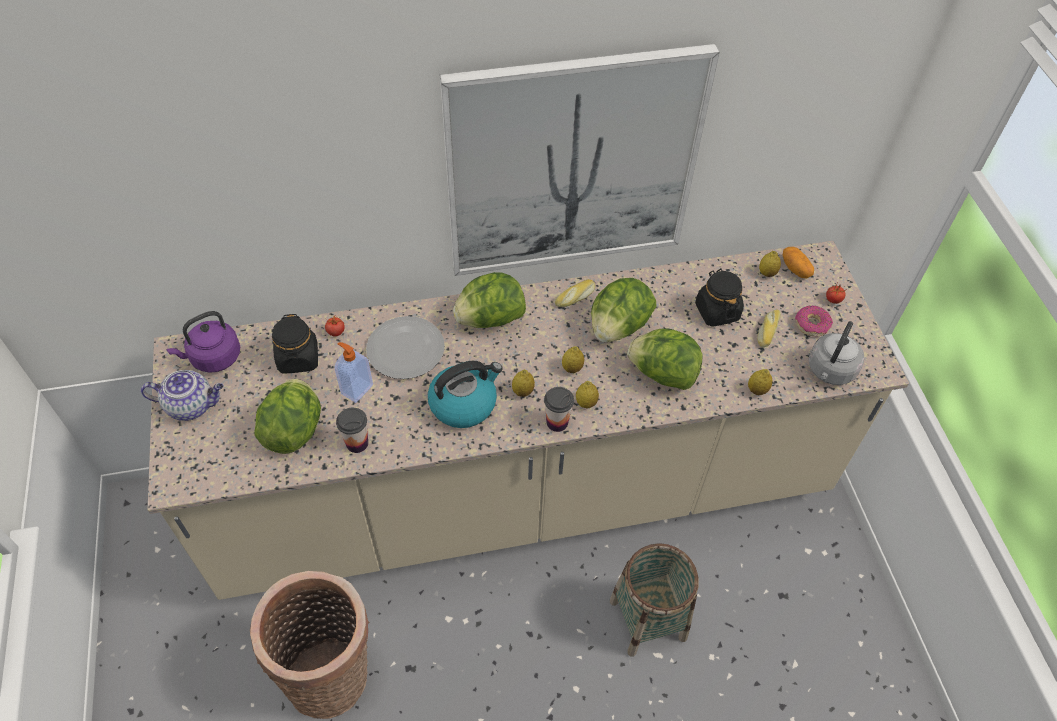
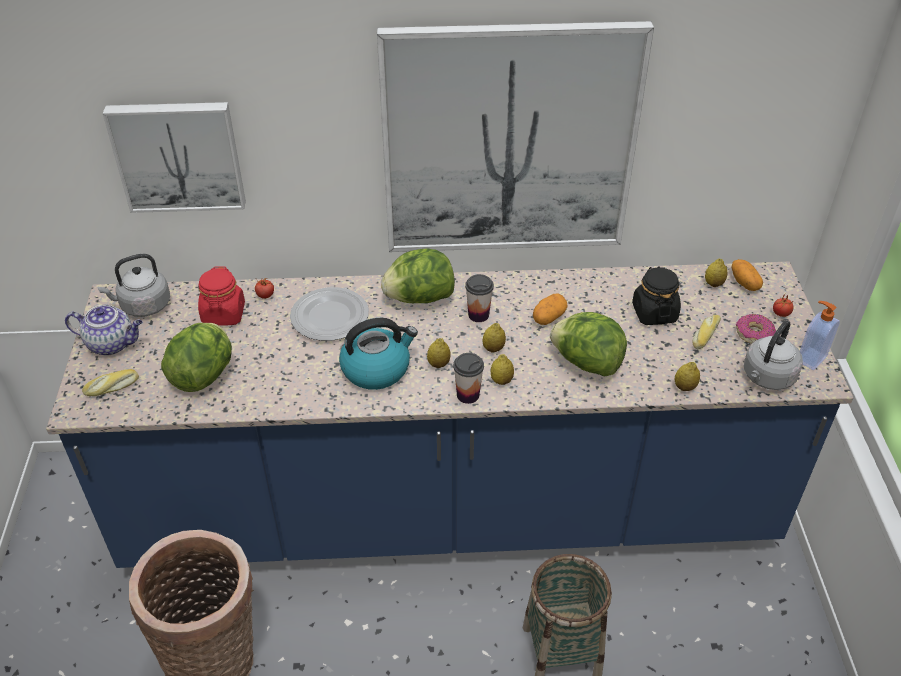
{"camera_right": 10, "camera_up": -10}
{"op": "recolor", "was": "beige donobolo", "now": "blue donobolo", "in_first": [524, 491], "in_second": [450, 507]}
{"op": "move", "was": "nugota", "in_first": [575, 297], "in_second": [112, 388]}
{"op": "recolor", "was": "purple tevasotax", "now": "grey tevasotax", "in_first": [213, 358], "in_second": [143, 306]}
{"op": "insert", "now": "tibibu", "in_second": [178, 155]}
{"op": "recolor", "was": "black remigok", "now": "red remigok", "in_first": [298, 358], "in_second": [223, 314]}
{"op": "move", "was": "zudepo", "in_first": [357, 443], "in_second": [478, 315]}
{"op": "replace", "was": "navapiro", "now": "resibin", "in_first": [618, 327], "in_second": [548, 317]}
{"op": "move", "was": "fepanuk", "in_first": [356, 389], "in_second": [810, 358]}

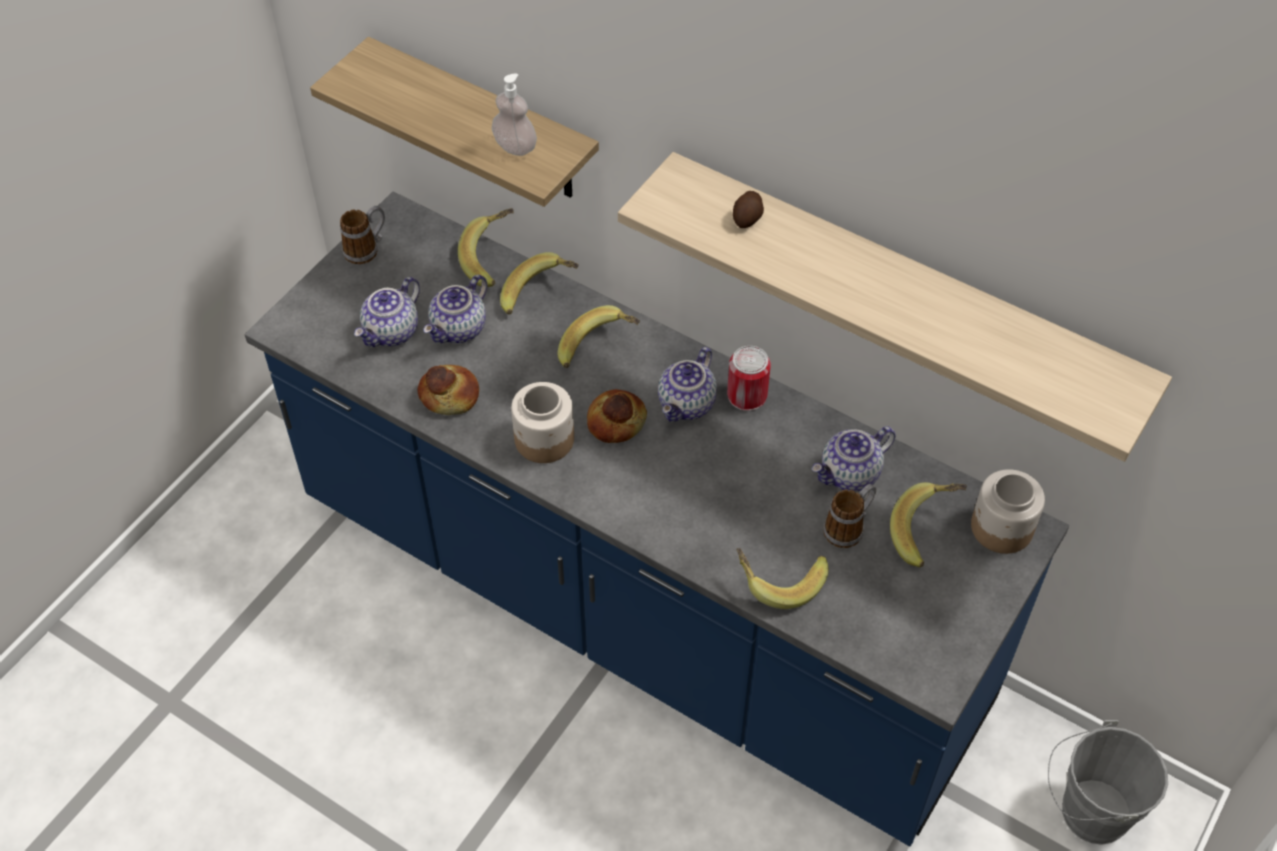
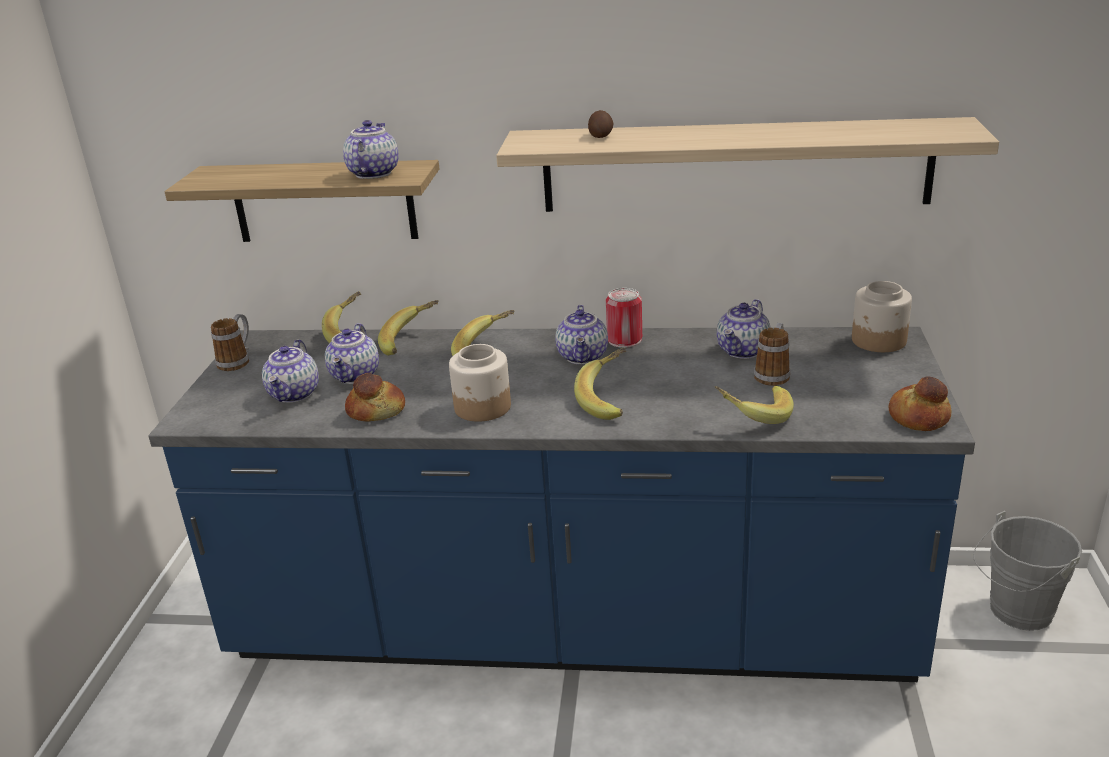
{"camera_right": -25, "camera_up": -25}
{"op": "replace", "was": "fepanuk", "now": "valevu", "in_first": [515, 146], "in_second": [372, 173]}
{"op": "move", "was": "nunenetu", "in_first": [927, 532], "in_second": [610, 400]}
{"op": "move", "was": "nugota", "in_first": [615, 421], "in_second": [917, 417]}

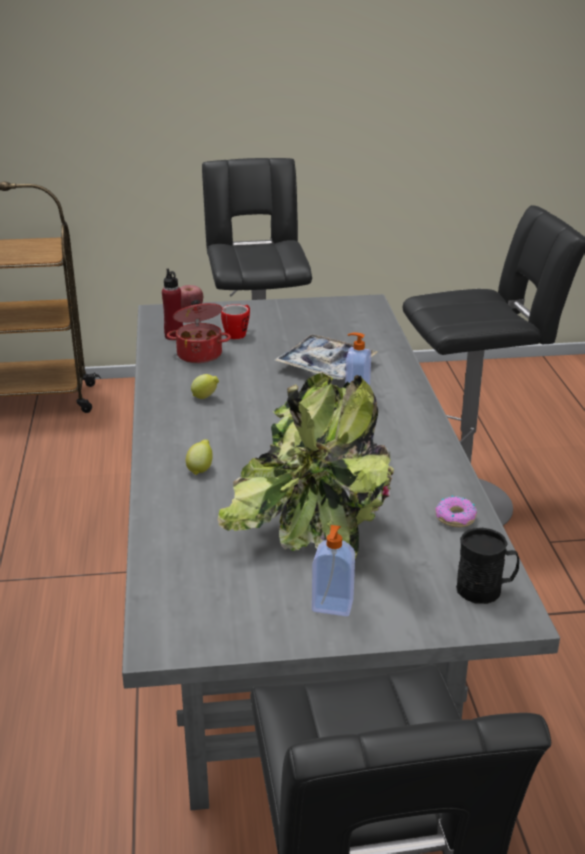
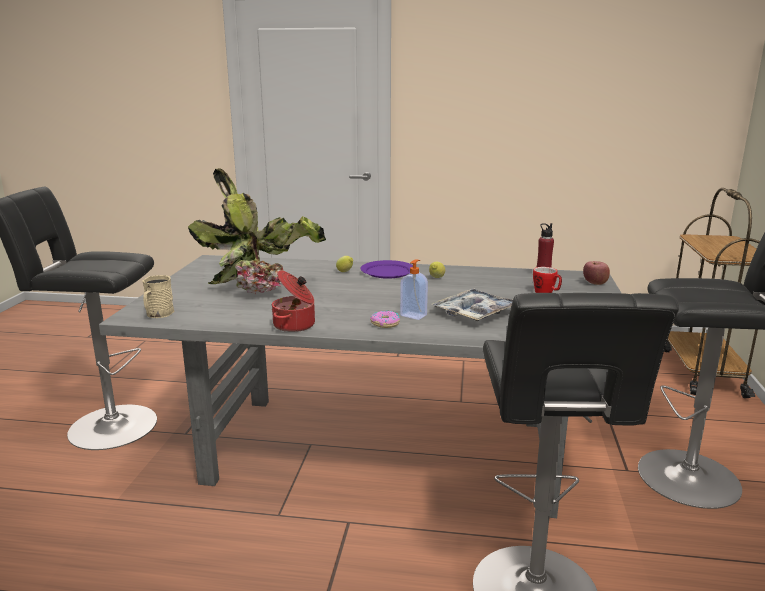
{"camera_right": 105, "camera_up": -10}
{"op": "recolor", "was": "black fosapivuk", "now": "beige fosapivuk", "in_first": [485, 589], "in_second": [158, 314]}
{"op": "move", "was": "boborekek", "in_first": [200, 354], "in_second": [295, 325]}
{"op": "insert", "now": "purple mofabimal", "in_second": [387, 272]}
{"op": "move", "was": "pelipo", "in_first": [456, 517], "in_second": [385, 323]}
{"op": "delete", "was": "fepanuk", "in_first": [332, 607]}

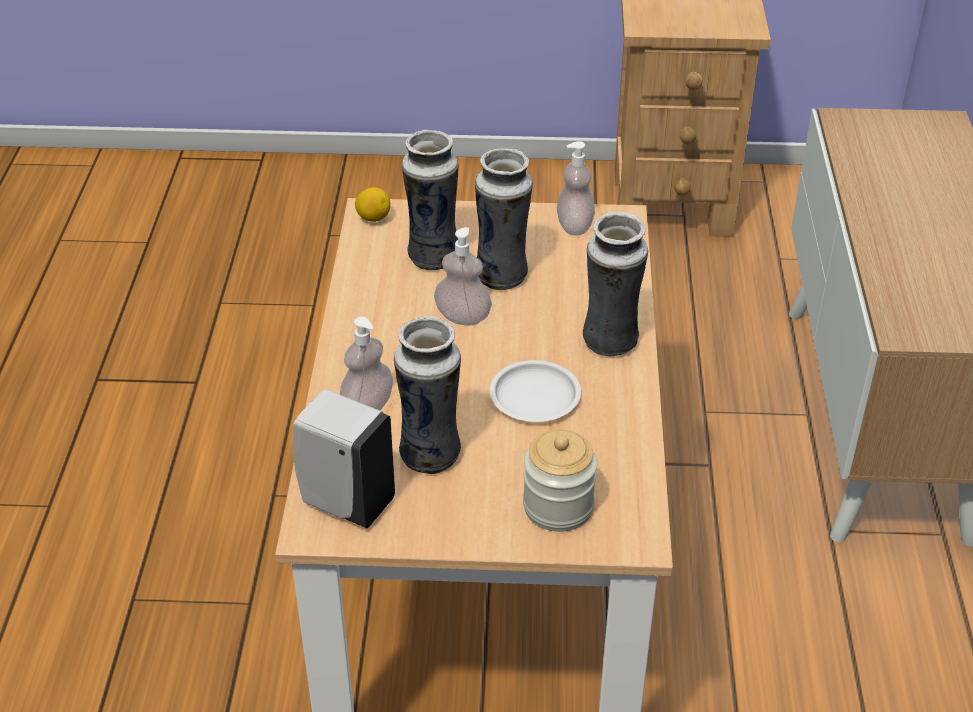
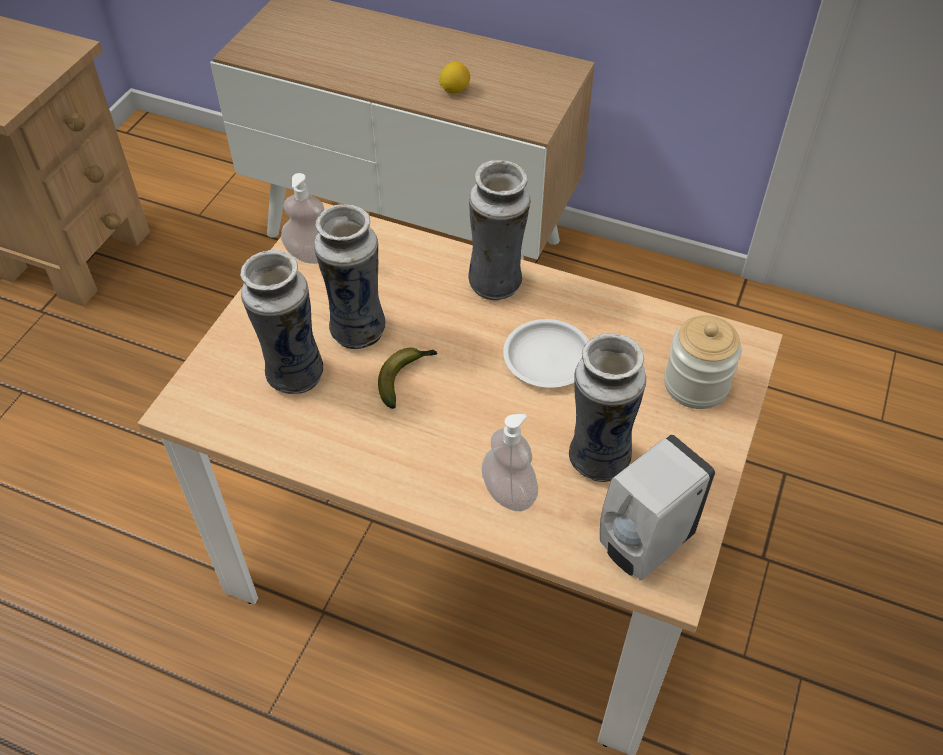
{"camera_right": -70, "camera_up": 10}
{"op": "replace", "was": "fepanuk", "now": "nunenetu", "in_first": [463, 317], "in_second": [406, 378]}
{"op": "move", "was": "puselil", "in_first": [373, 218], "in_second": [454, 90]}

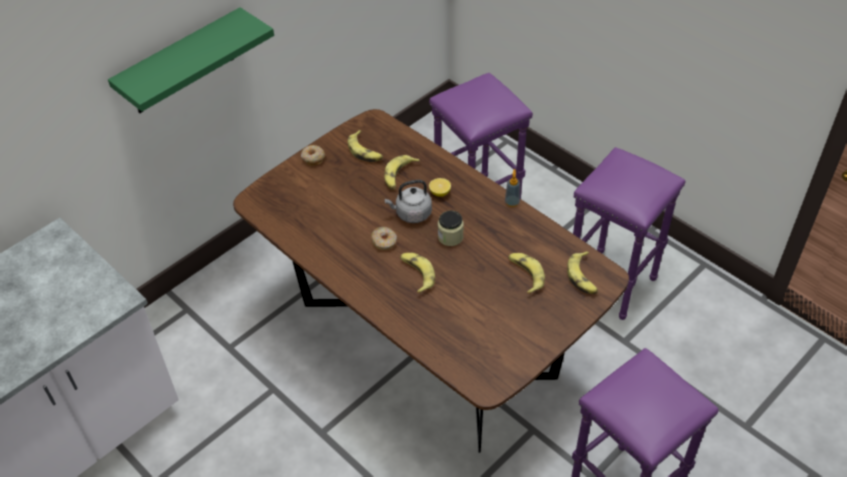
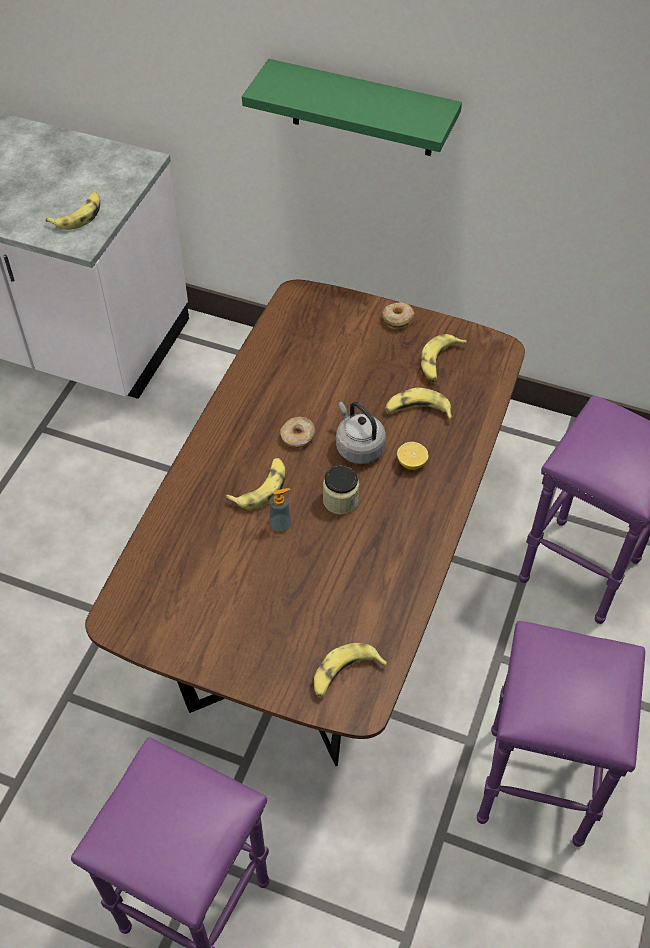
{"camera_right": 65, "camera_up": 5}
{"op": "move", "was": "nunenetu", "in_first": [525, 275], "in_second": [79, 216]}
{"op": "move", "was": "fepanuk", "in_first": [512, 202], "in_second": [280, 525]}

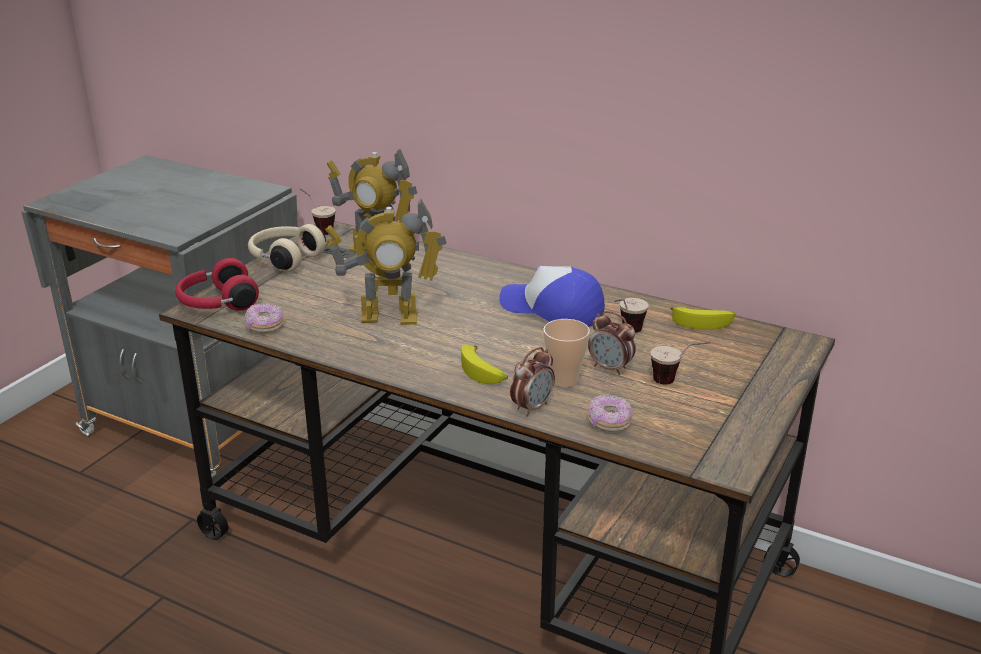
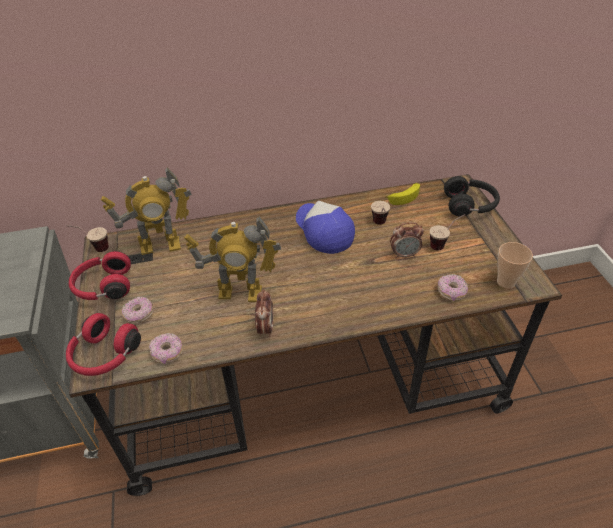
{"camera_right": -40, "camera_up": 15}
{"op": "recolor", "was": "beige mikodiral", "now": "red mikodiral", "in_first": [285, 259], "in_second": [103, 287]}
{"op": "insert", "now": "pelipo", "in_second": [139, 315]}
{"op": "rotate", "was": "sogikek", "in_first": [390, 317], "in_second": [240, 293], "clockwise": 45}
{"op": "move", "was": "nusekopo", "in_first": [532, 407], "in_second": [265, 328]}
{"op": "rotate", "was": "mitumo", "in_first": [552, 309], "in_second": [323, 231], "clockwise": 75}
{"op": "insert", "now": "black mikodiral", "in_second": [470, 205]}
{"op": "move", "was": "zudepo", "in_first": [564, 380], "in_second": [506, 282]}
{"op": "delete", "was": "nunenetu", "in_first": [483, 372]}

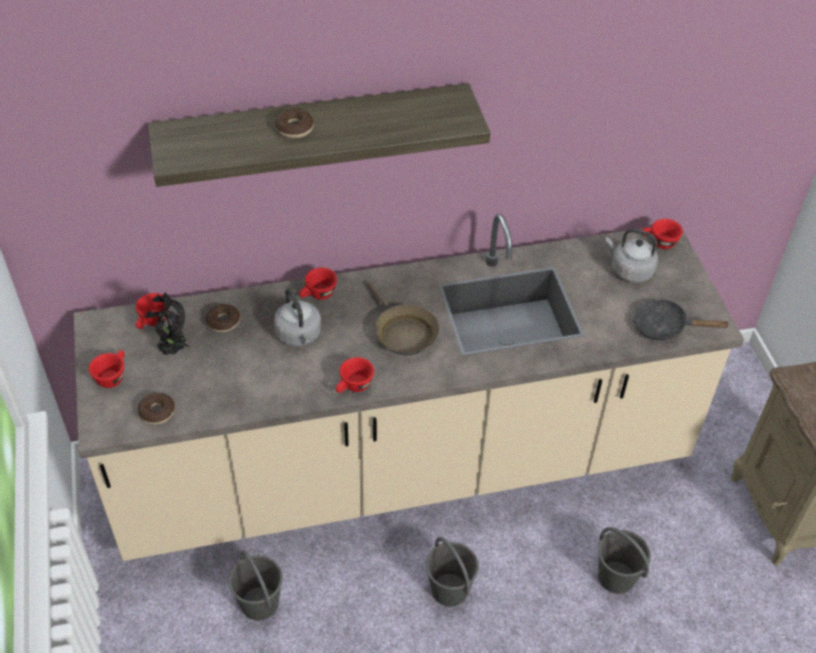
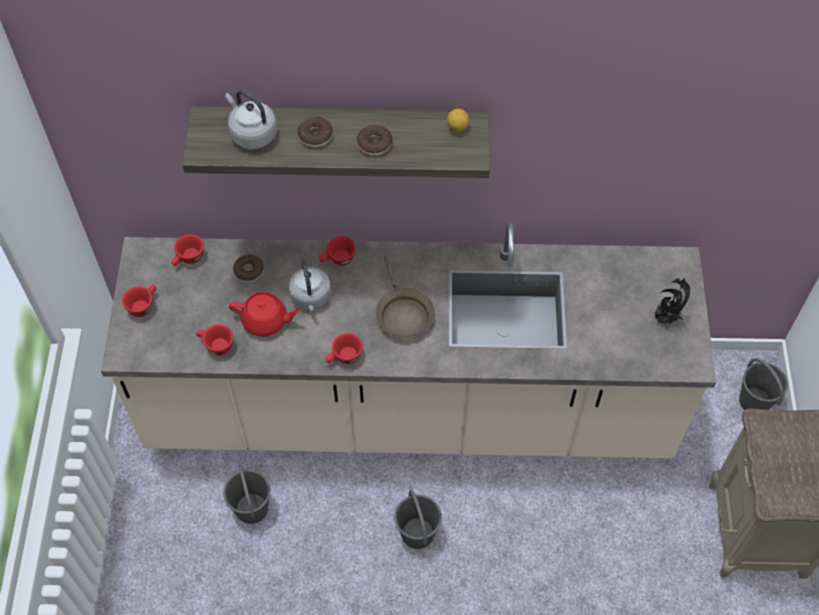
{"camera_right": 15, "camera_up": 10}
{"op": "move", "was": "red zudepo", "in_first": [659, 242], "in_second": [216, 346]}
{"op": "move", "was": "grey tevasotax", "in_first": [629, 270], "in_second": [252, 134]}
{"op": "insert", "now": "red valevu", "in_second": [266, 321]}
{"op": "move", "was": "pelipo", "in_first": [157, 412], "in_second": [374, 144]}
{"op": "insert", "now": "puselil", "in_second": [457, 128]}
{"op": "move", "was": "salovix", "in_first": [172, 350], "in_second": [665, 319]}
{"op": "move", "was": "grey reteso", "in_first": [615, 577], "in_second": [754, 400]}
{"op": "delete", "was": "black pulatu", "in_first": [665, 327]}

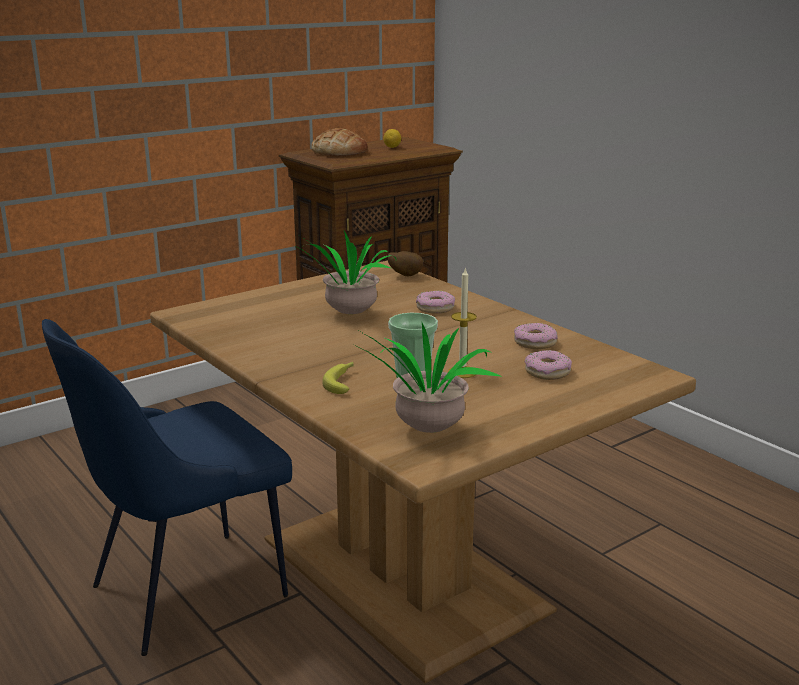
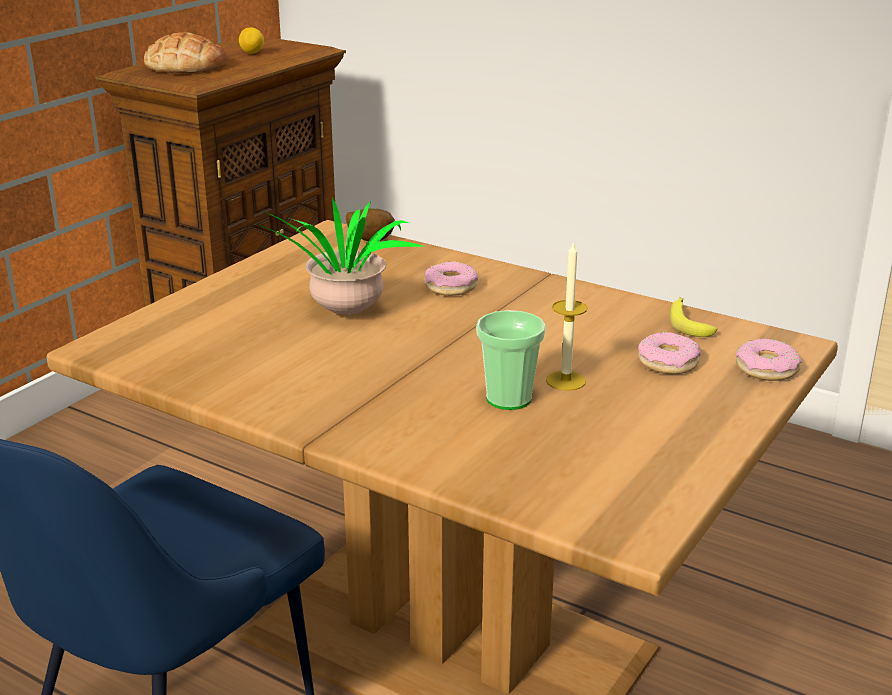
{"camera_right": -20, "camera_up": 5}
{"op": "move", "was": "nunenetu", "in_first": [343, 382], "in_second": [688, 322]}
{"op": "move", "was": "pelipo", "in_first": [535, 343], "in_second": [766, 369]}
{"op": "delete", "was": "salovix", "in_first": [427, 433]}

